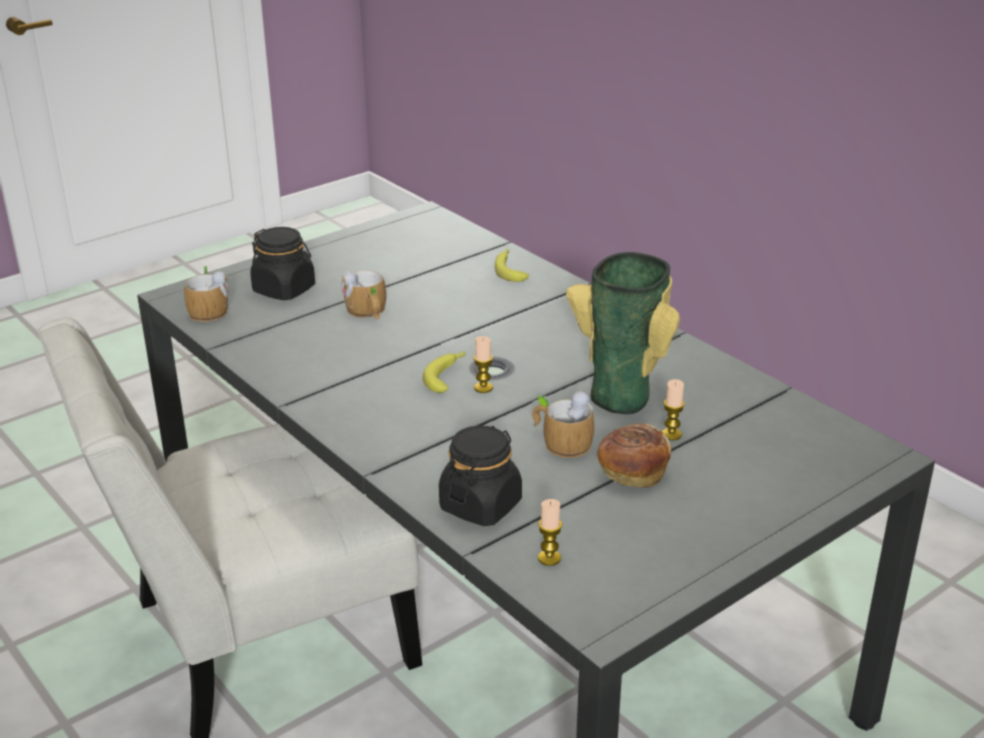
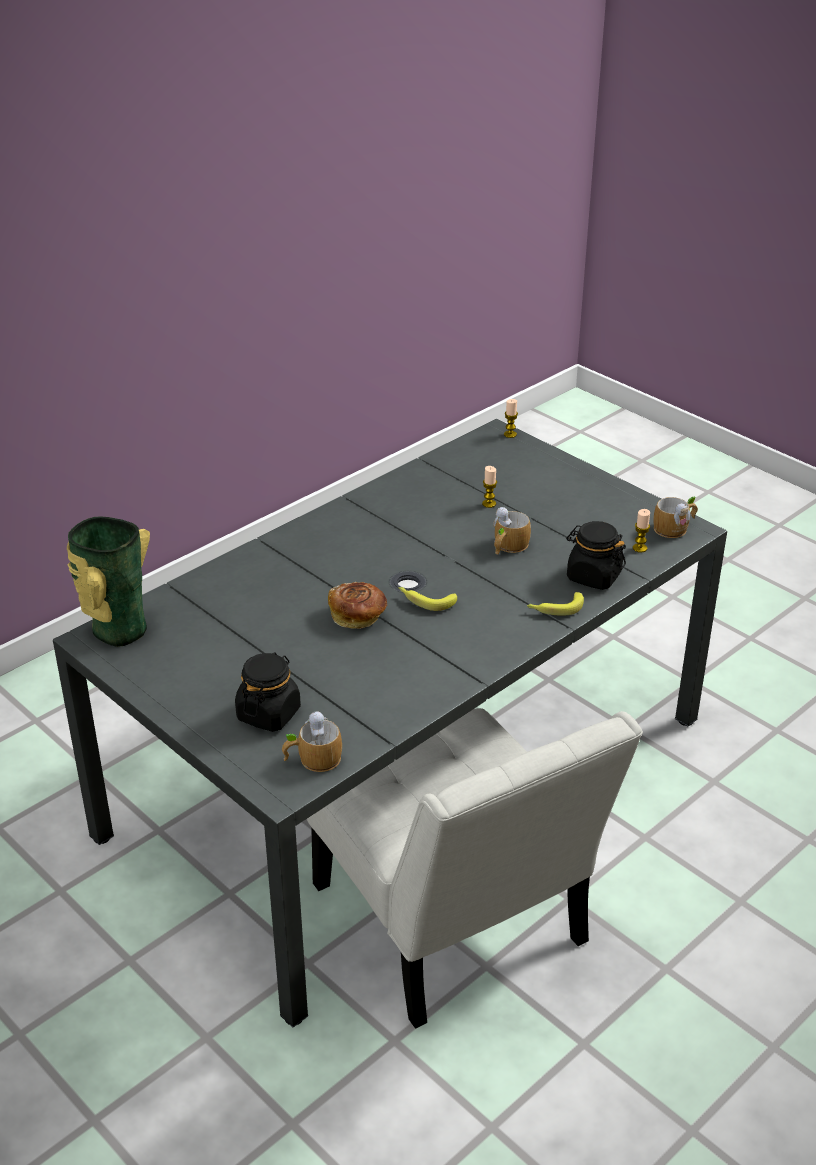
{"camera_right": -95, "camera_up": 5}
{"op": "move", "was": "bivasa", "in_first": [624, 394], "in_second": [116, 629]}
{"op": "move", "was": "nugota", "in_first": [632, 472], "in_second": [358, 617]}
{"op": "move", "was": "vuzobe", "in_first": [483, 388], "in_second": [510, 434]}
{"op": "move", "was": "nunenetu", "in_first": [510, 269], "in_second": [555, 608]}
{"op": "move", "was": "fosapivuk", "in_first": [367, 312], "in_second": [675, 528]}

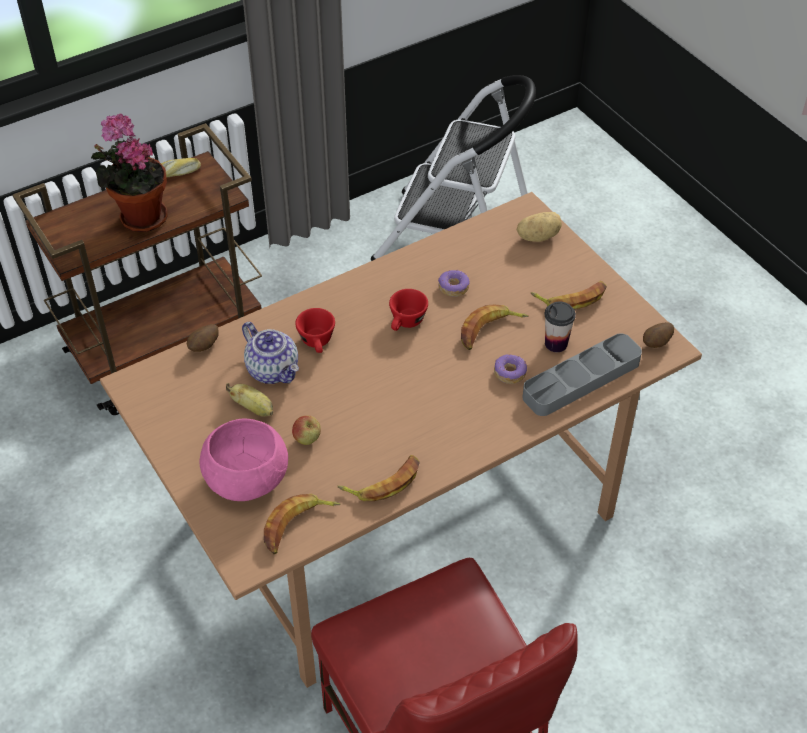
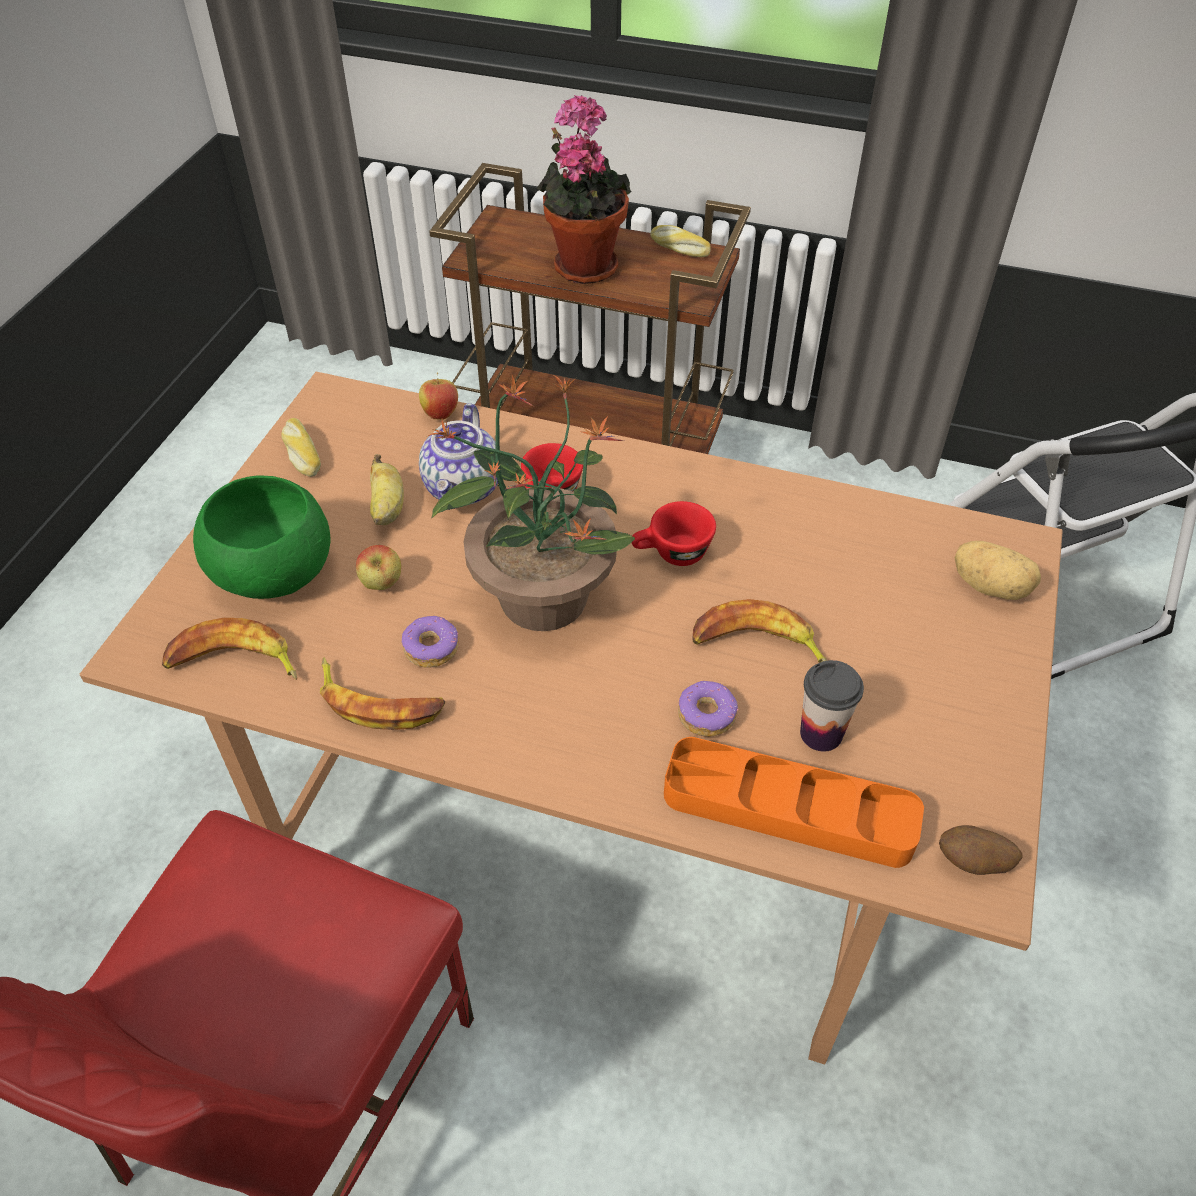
{"camera_right": 50, "camera_up": 0}
{"op": "recolor", "was": "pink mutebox", "now": "green mutebox", "in_first": [247, 478], "in_second": [274, 570]}
{"op": "insert", "now": "nugota", "in_second": [301, 453]}
{"op": "move", "was": "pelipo", "in_first": [453, 287], "in_second": [431, 648]}
{"op": "replace", "was": "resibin", "now": "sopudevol", "in_first": [204, 346], "in_second": [441, 414]}
{"op": "insert", "now": "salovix", "in_second": [542, 595]}
{"op": "recolor", "was": "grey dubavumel", "now": "orange dubavumel", "in_first": [581, 379], "in_second": [789, 809]}
{"op": "delete", "was": "nunenetu", "in_first": [571, 298]}

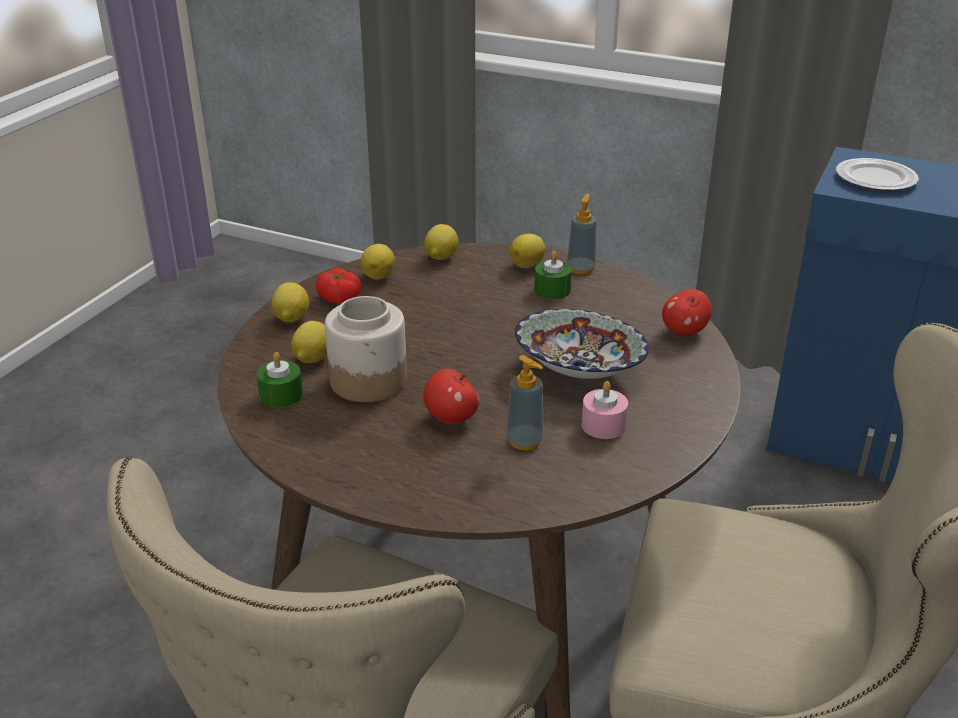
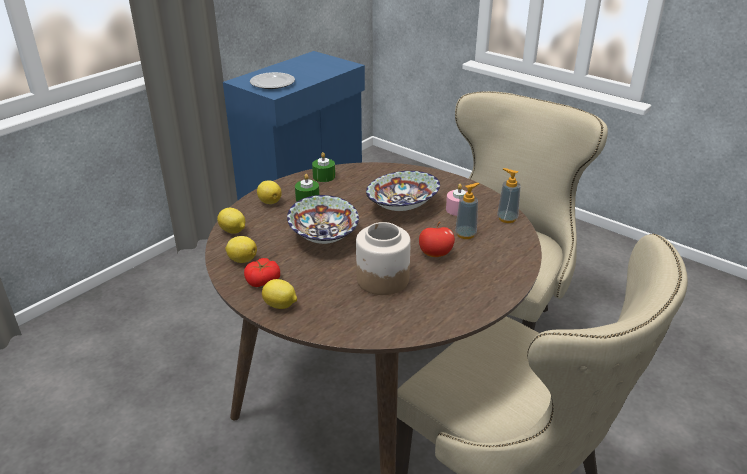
{"camera_right": -75, "camera_up": 0}
{"op": "insert", "now": "mutebox", "in_second": [322, 236]}
{"op": "move", "was": "green vuzobe", "in_first": [281, 395], "in_second": [324, 176]}
{"op": "move", "was": "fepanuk", "in_first": [581, 268], "in_second": [507, 218]}
{"op": "delete", "was": "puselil", "in_first": [312, 359]}
{"op": "delete", "was": "sopudevol", "in_first": [683, 332]}

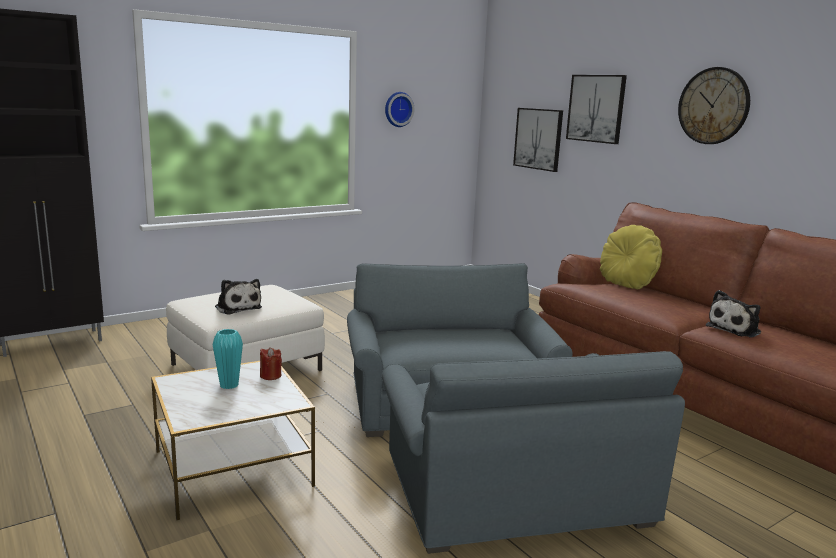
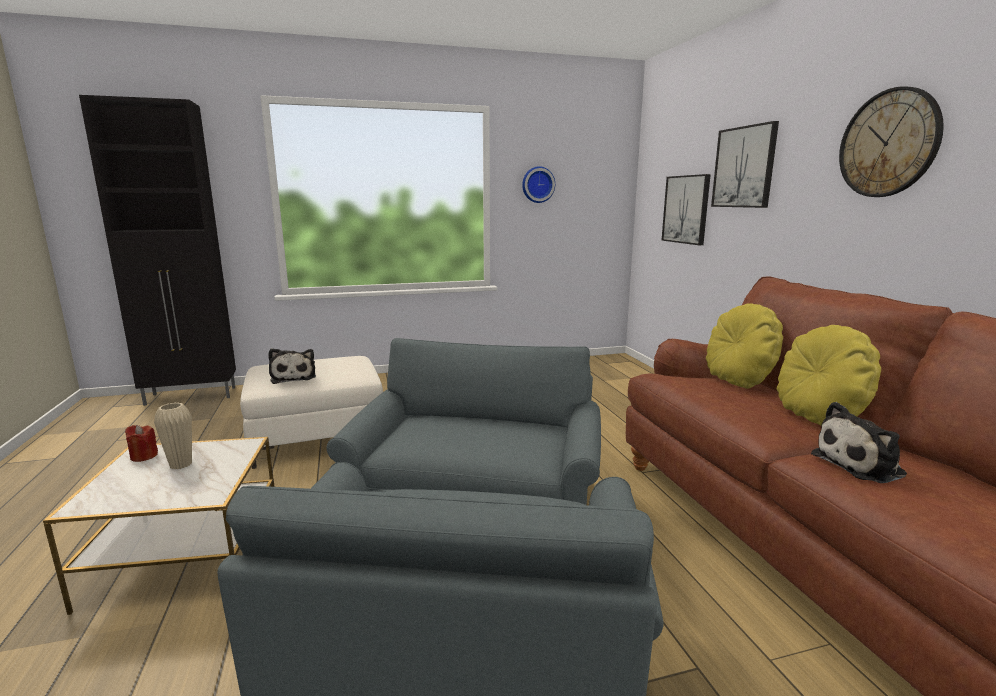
{"camera_right": 20, "camera_up": 0}
{"op": "move", "was": "red vuzobe", "in_first": [270, 376], "in_second": [144, 456]}
{"op": "recolor", "was": "turquoise bivasa", "now": "beige bivasa", "in_first": [229, 385], "in_second": [181, 464]}
{"op": "insert", "now": "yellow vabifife", "in_second": [818, 418]}

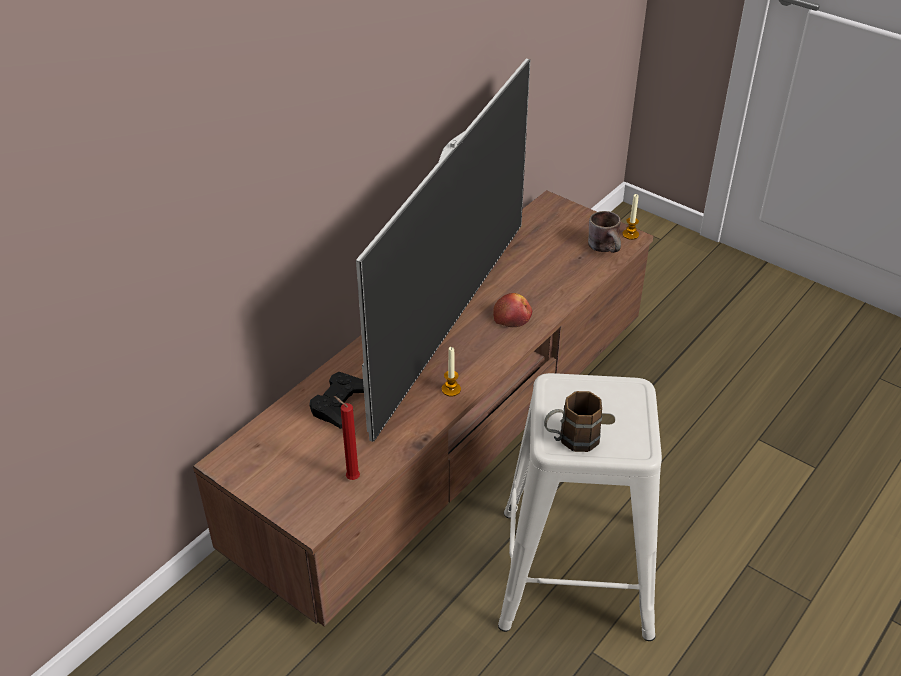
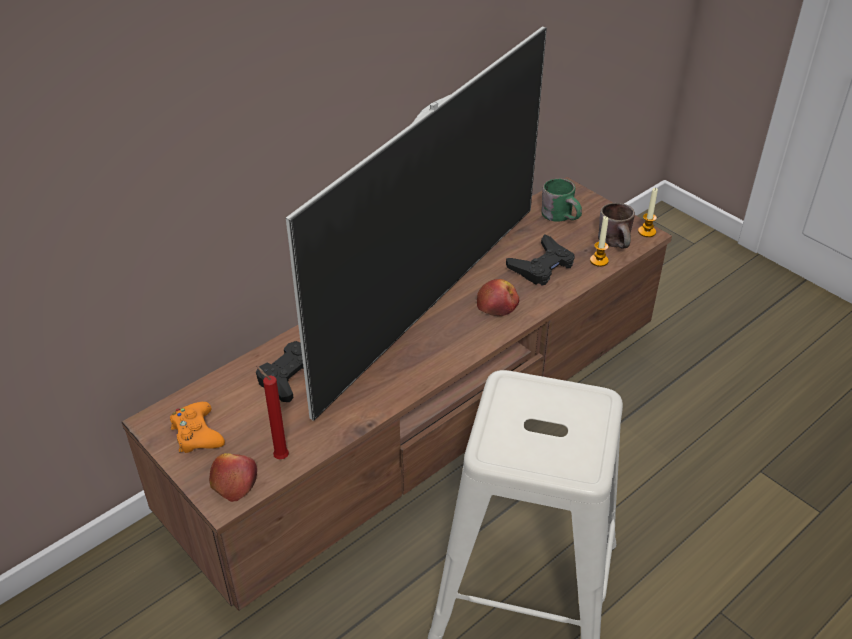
{"camera_right": 10, "camera_up": 0}
{"op": "insert", "now": "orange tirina", "in_second": [197, 434]}
{"op": "insert", "now": "sopudevol", "in_second": [234, 481]}
{"op": "insert", "now": "black tirina", "in_second": [542, 266]}
{"op": "insert", "now": "green fosapivuk", "in_second": [562, 216]}
{"op": "move", "was": "vuzobe", "in_first": [451, 389], "in_second": [599, 260]}
{"op": "delete", "was": "brown fosapivuk", "in_first": [570, 440]}

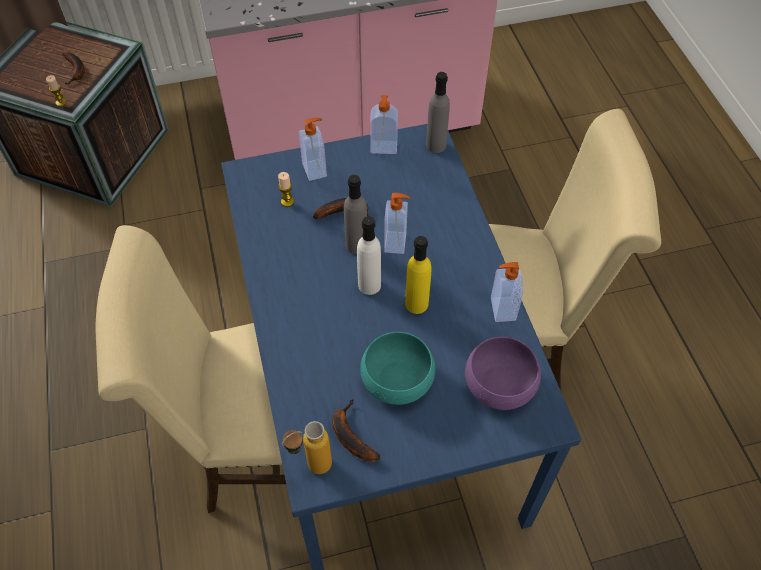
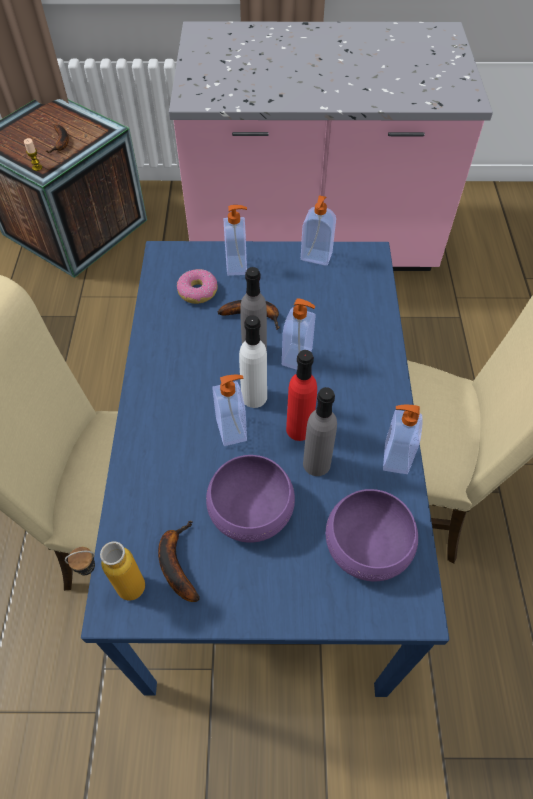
{"camera_right": 15, "camera_up": 0}
{"op": "replace", "was": "vuzobe", "now": "pelipo", "in_first": [287, 201], "in_second": [198, 292]}
{"op": "recolor", "was": "turquoise mutebox", "now": "purple mutebox", "in_first": [397, 378], "in_second": [251, 509]}
{"op": "insert", "now": "fepanuk", "in_second": [232, 430]}
{"op": "recolor", "was": "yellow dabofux", "now": "red dabofux", "in_first": [416, 304], "in_second": [299, 429]}
{"op": "move", "was": "grey dabofux", "in_first": [436, 145], "in_second": [316, 463]}

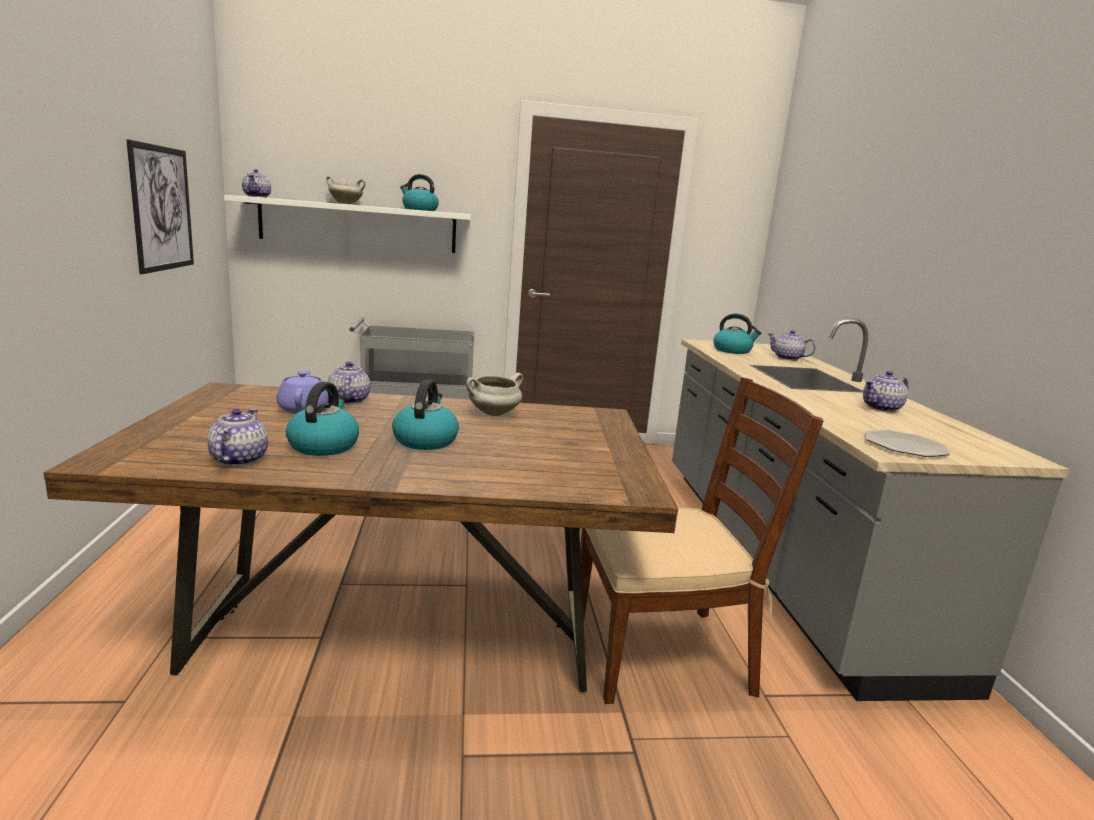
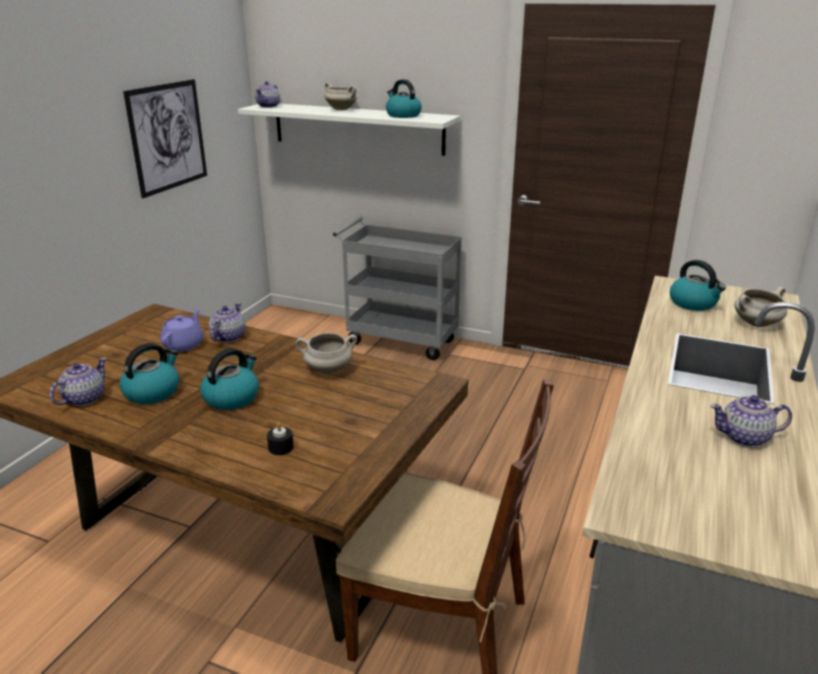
{"camera_right": 30, "camera_up": 10}
{"op": "insert", "now": "black vuzobe", "in_second": [281, 447]}
{"op": "replace", "was": "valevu", "now": "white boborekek", "in_first": [788, 358], "in_second": [756, 324]}
{"op": "delete", "was": "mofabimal", "in_first": [904, 446]}

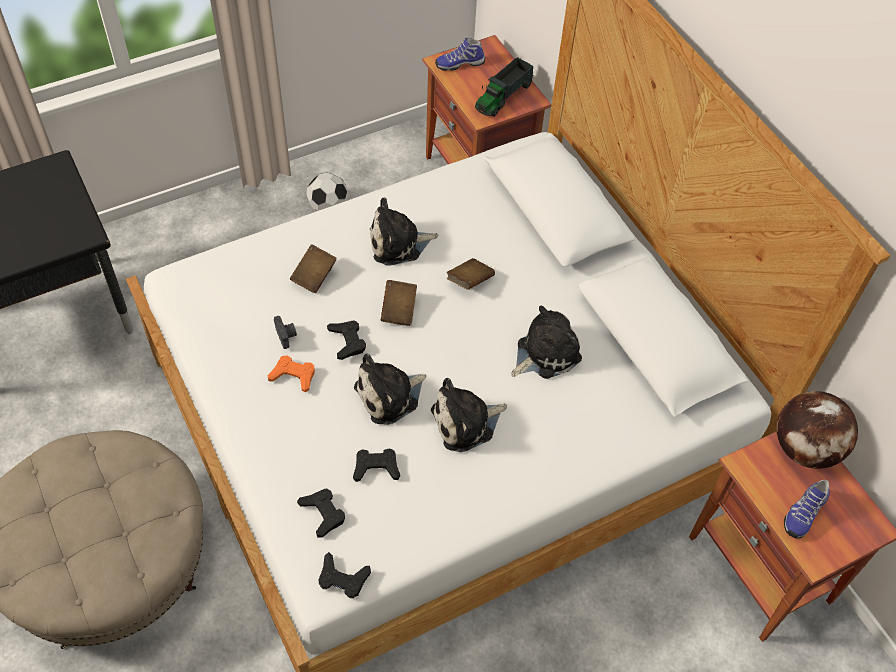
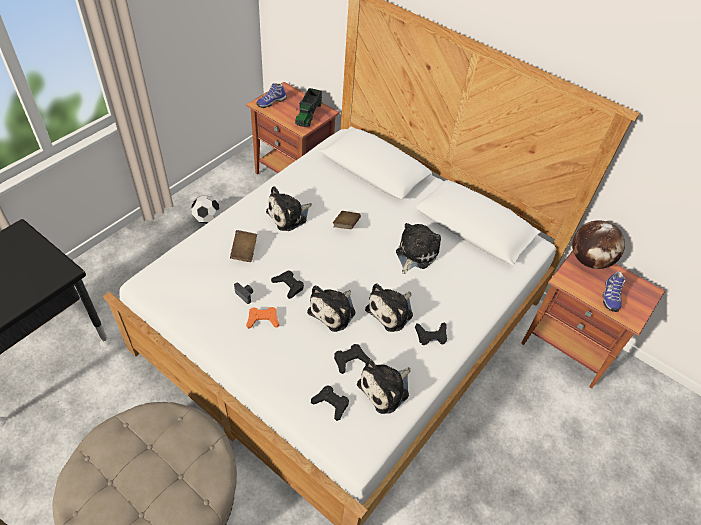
{"camera_right": -25, "camera_up": -5}
{"op": "insert", "now": "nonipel", "in_second": [386, 389]}
{"op": "move", "was": "black tirina", "in_first": [343, 578], "in_second": [431, 335]}
{"op": "delete", "was": "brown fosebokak", "in_first": [399, 310]}

